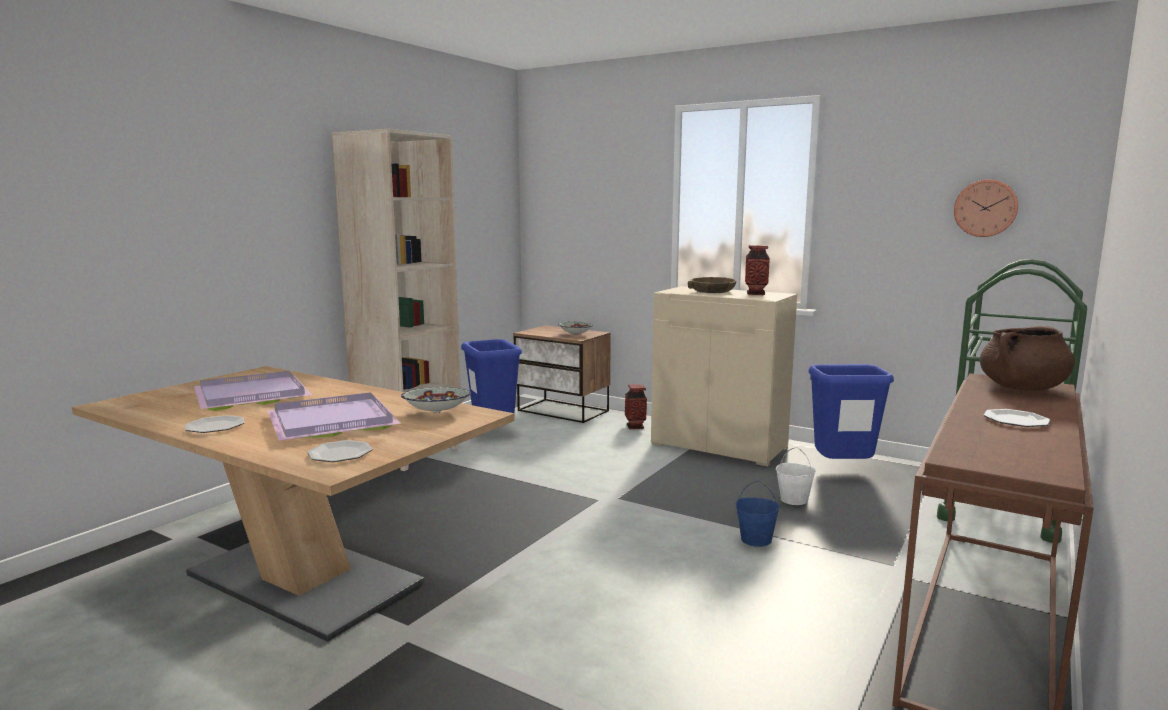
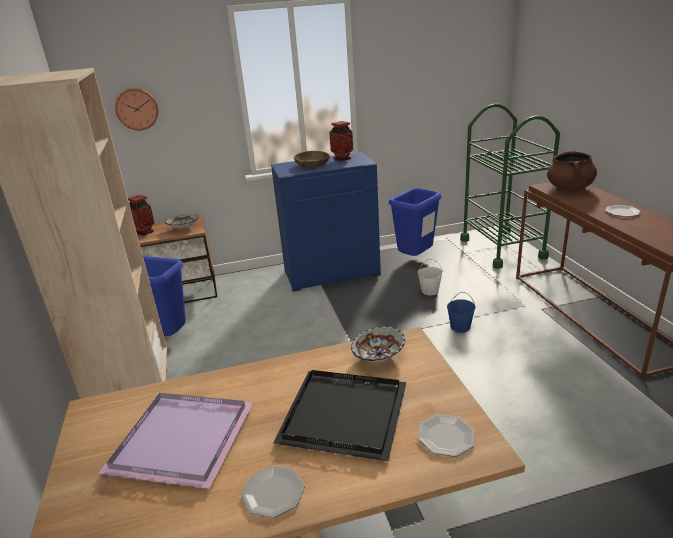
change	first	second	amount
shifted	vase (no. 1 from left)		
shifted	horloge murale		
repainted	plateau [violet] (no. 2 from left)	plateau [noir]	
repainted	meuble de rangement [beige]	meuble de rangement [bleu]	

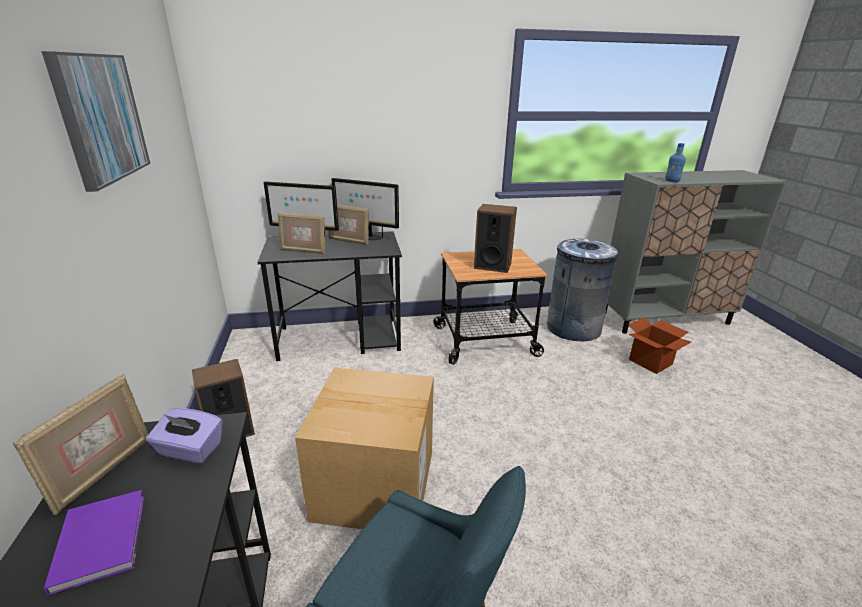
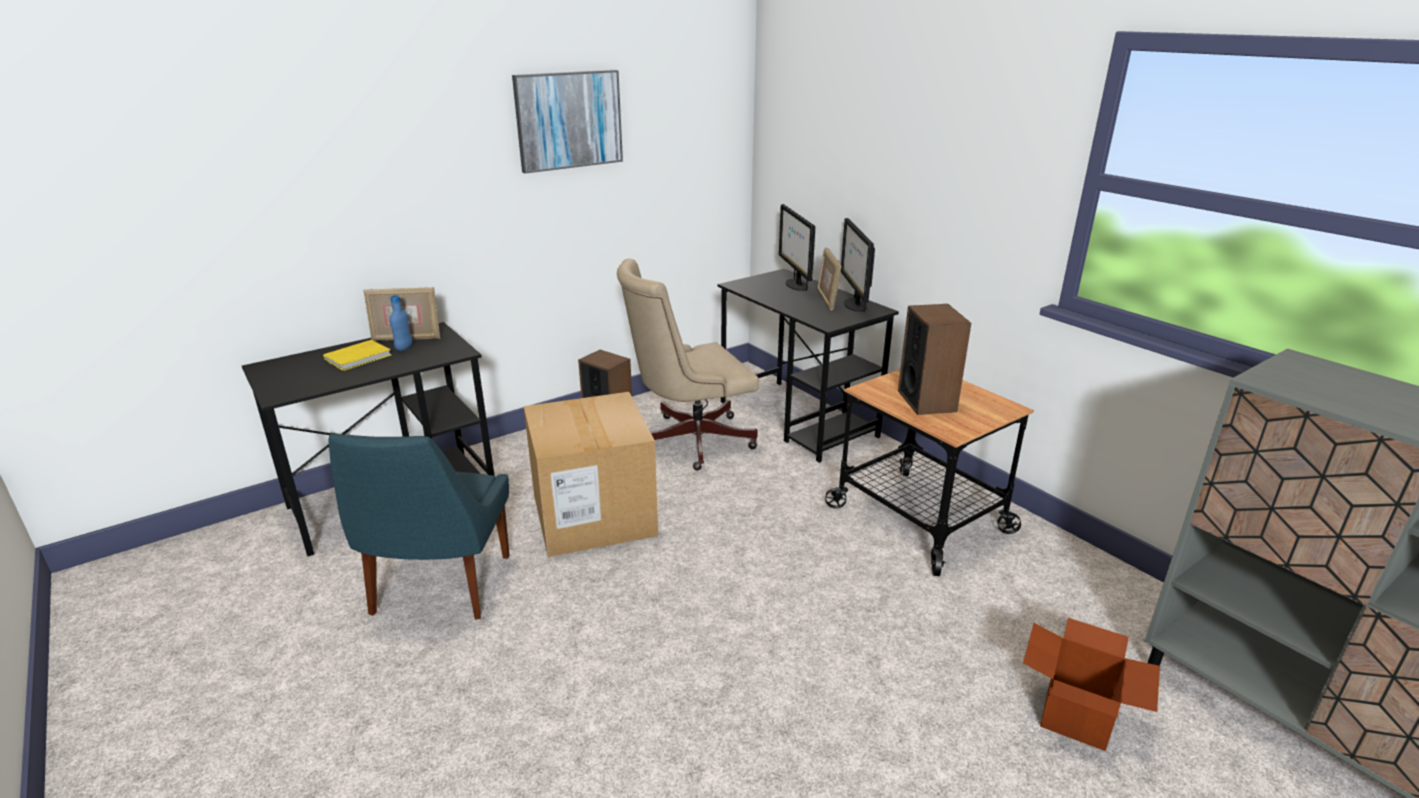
change	first	second	amount
gone	boîte à mouchoirs [violet]		
gone	cadre photo (no. 2 from left)		
gone	poubelle [gris]		
new		chaise de bureau [beige]	
shifted	bouteille [bleu]		
repainted	livre [violet]	livre [jaune]	

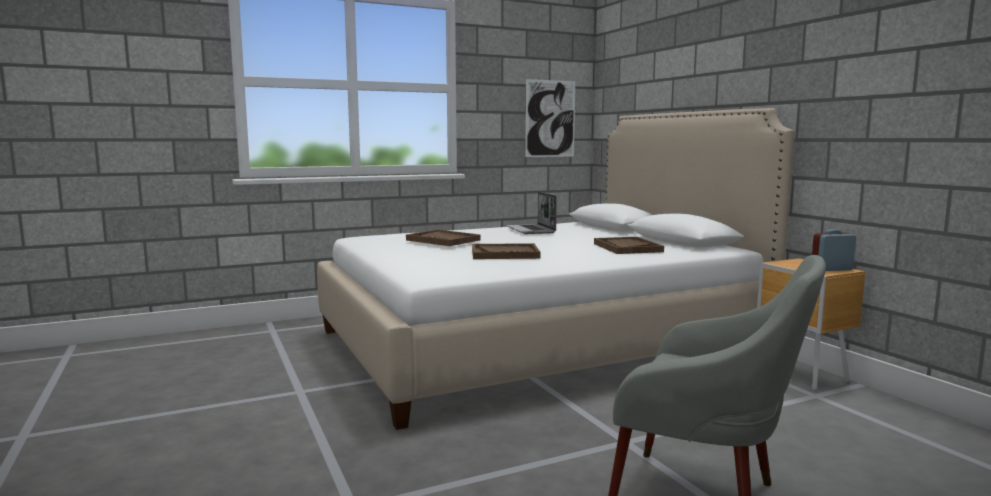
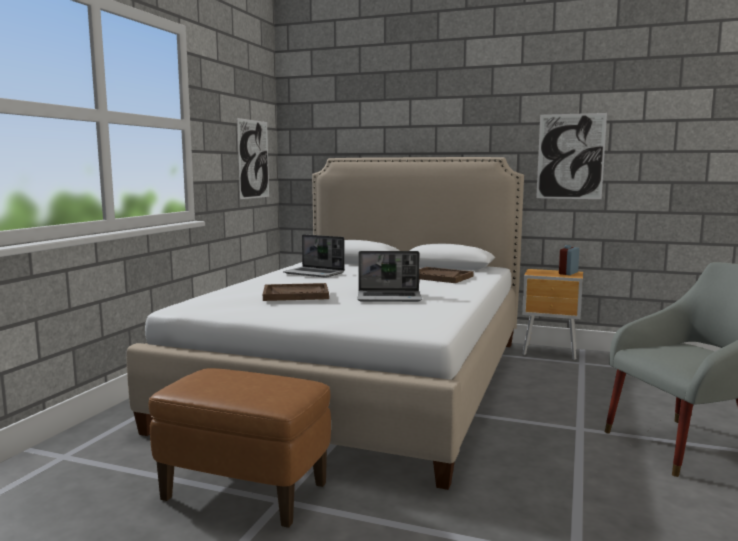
change	first	second	amount
new		pouf [marron]	
new		tableau (no. 2 from left)	
swapped	plateau [marron] (no. 2 from left)	ordinateur portable (no. 2 from left)	

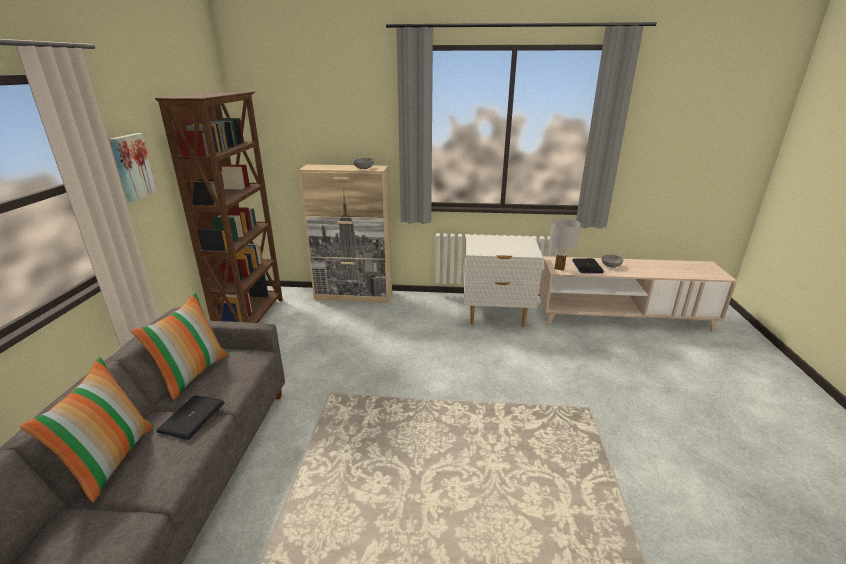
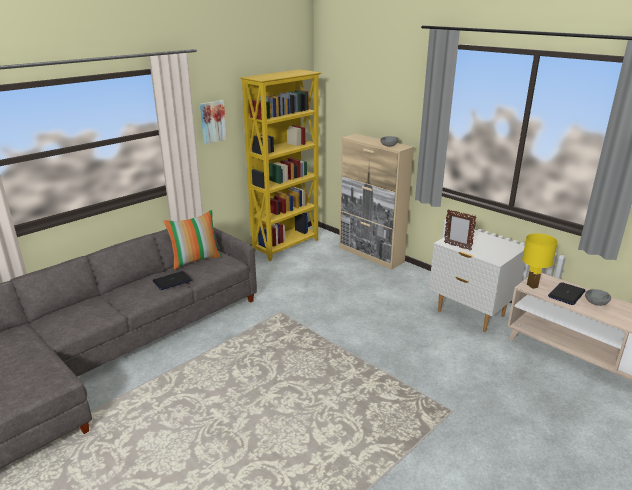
change	first	second	amount
gone	coussin (no. 1 from left)		
new		cadre photo	
repainted	bibliothèque [marron]	bibliothèque [jaune]	
repainted	lampe de table [blanc]	lampe de table [jaune]	

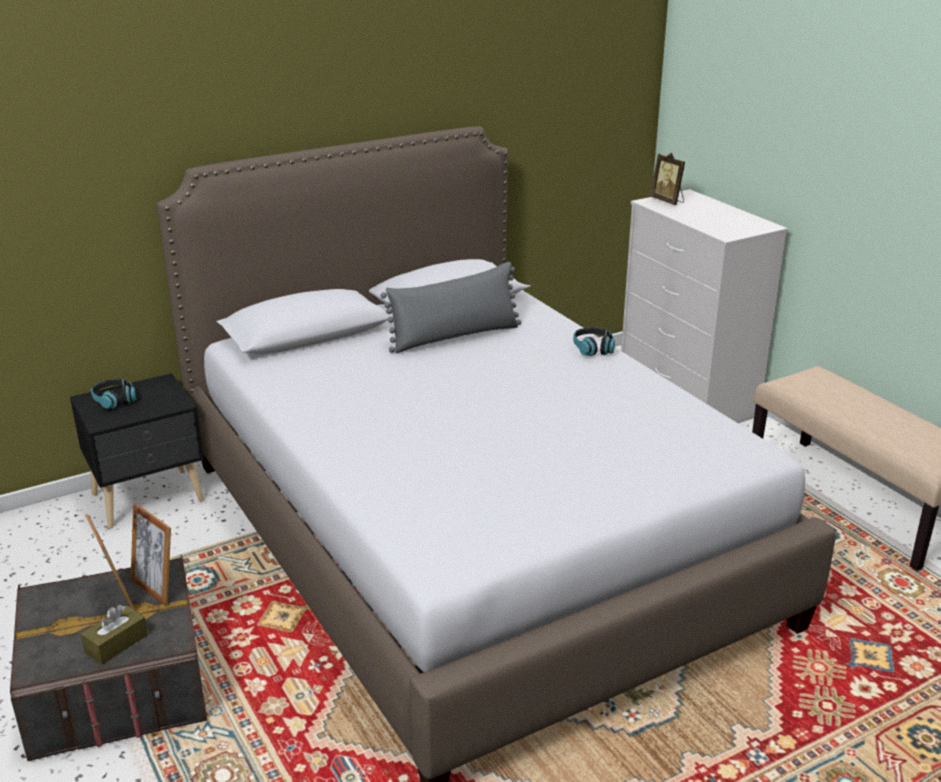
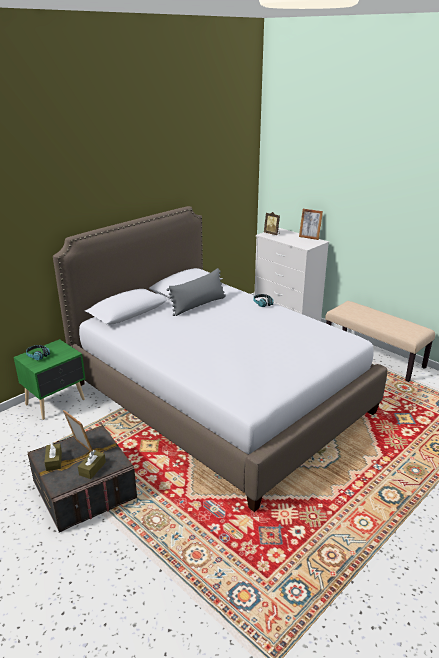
change	first	second	amount
new		boîte à mouchoirs [marron] (no. 1 from left)	
shifted	cadre photo (no. 2 from left in the first image)	cadre photo (no. 3 from left)	
repainted	table de chevet [noir]	table de chevet [vert]	

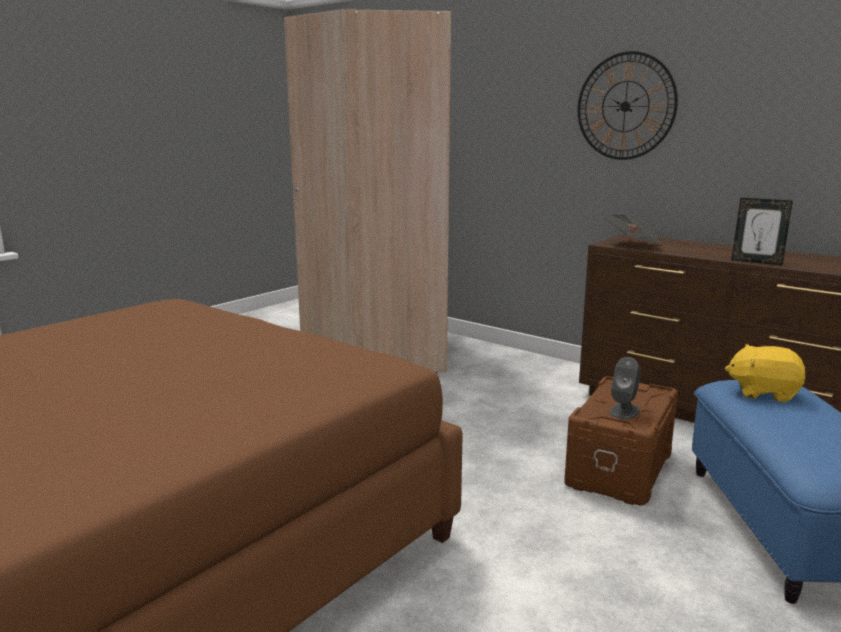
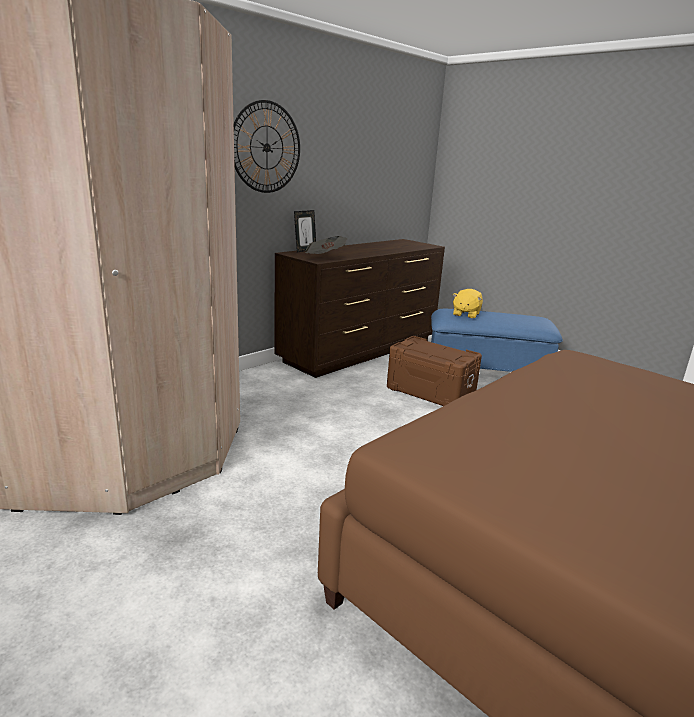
change	first	second	amount
gone	enceinte [gris]		
shifted	cadre photo		

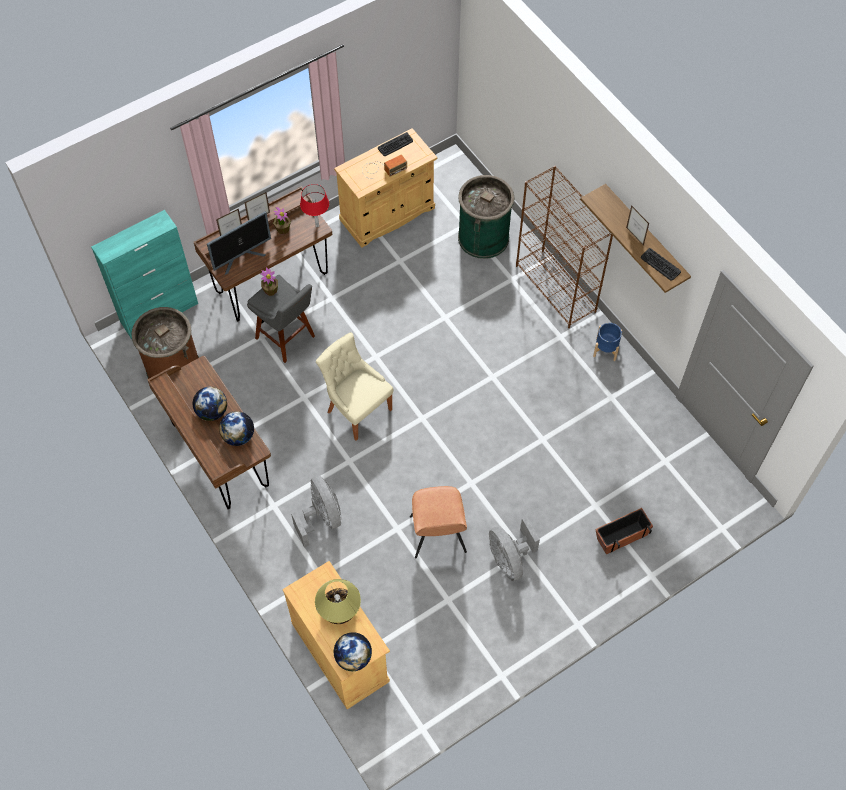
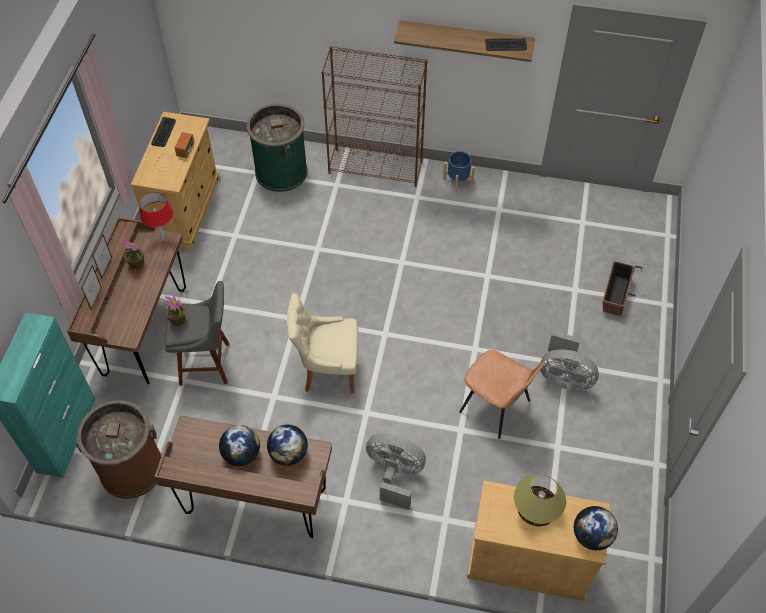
change	first	second	amount
gone	écran d'ordinateur		
gone	cadre photo (no. 3 from left)		

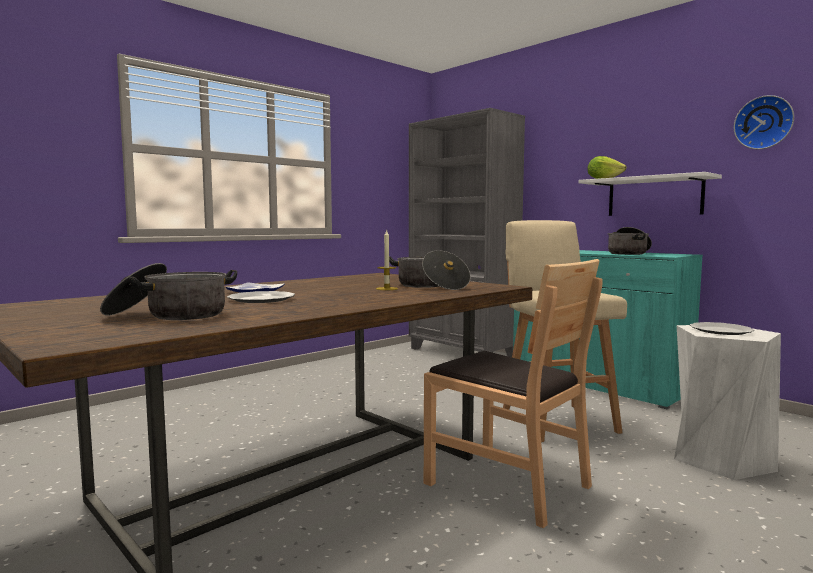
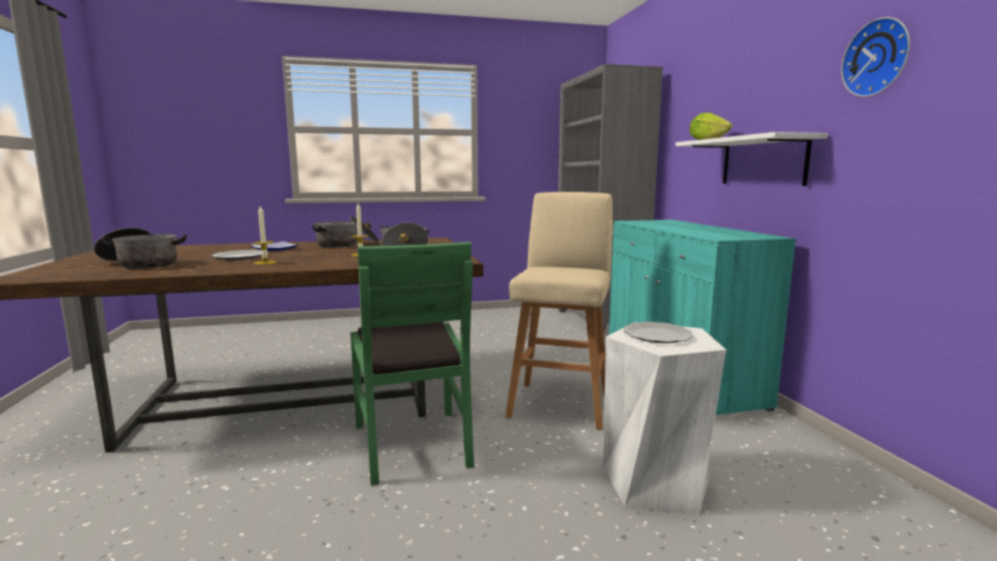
change	first	second	amount
new		bougie (no. 1 from left)	
shifted	marmite (no. 3 from left in the first image)	marmite (no. 2 from left)	
repainted	chaise [marron]	chaise [vert]	

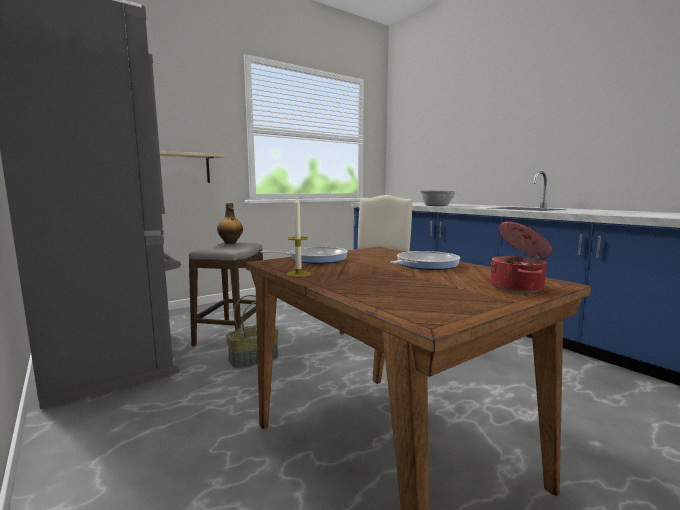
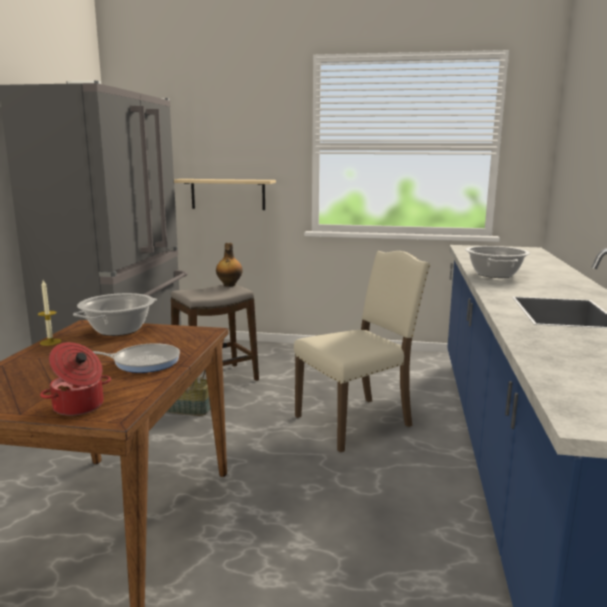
change	first	second	amount
swapped	poêle (no. 1 from left)	marmite (no. 2 from left)	

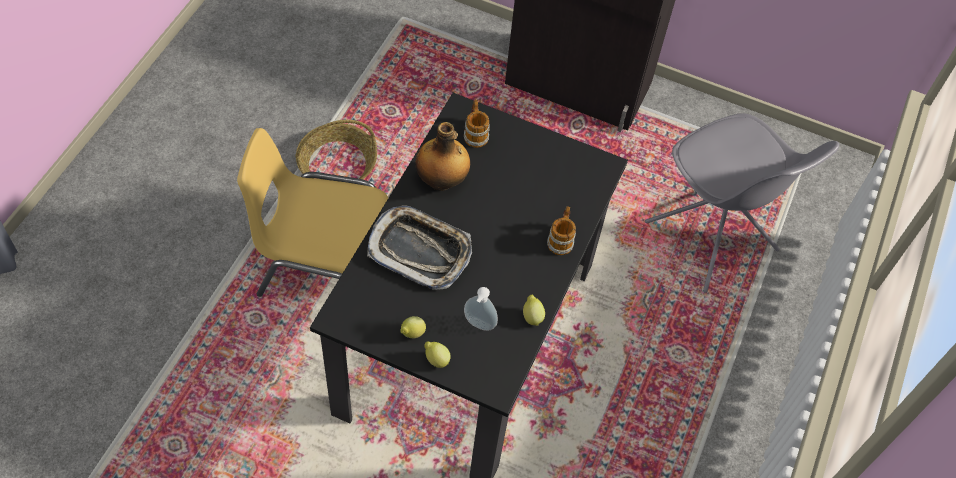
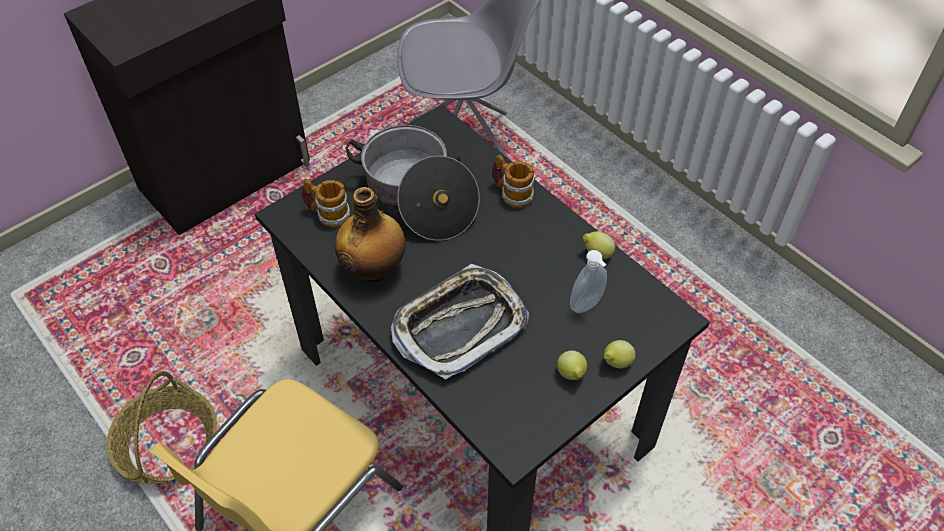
change	first	second	amount
new		marmite	

